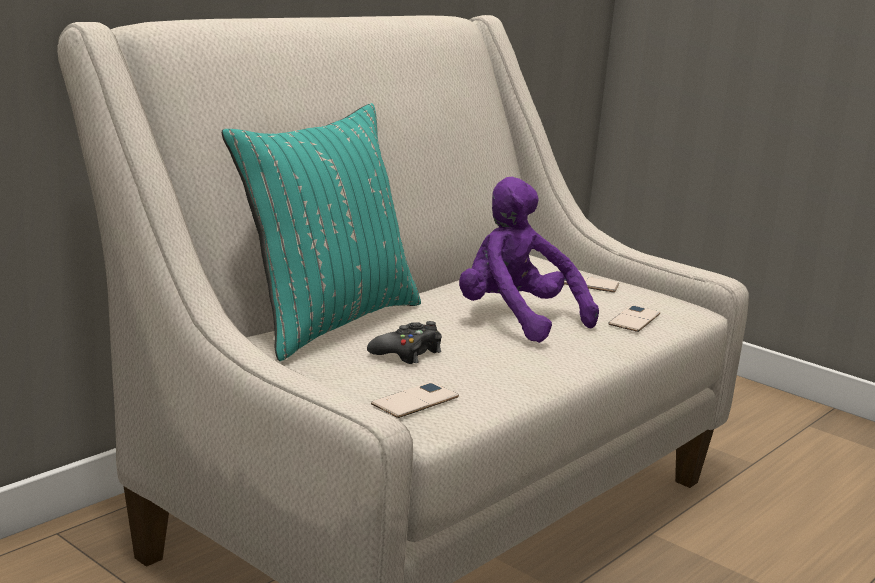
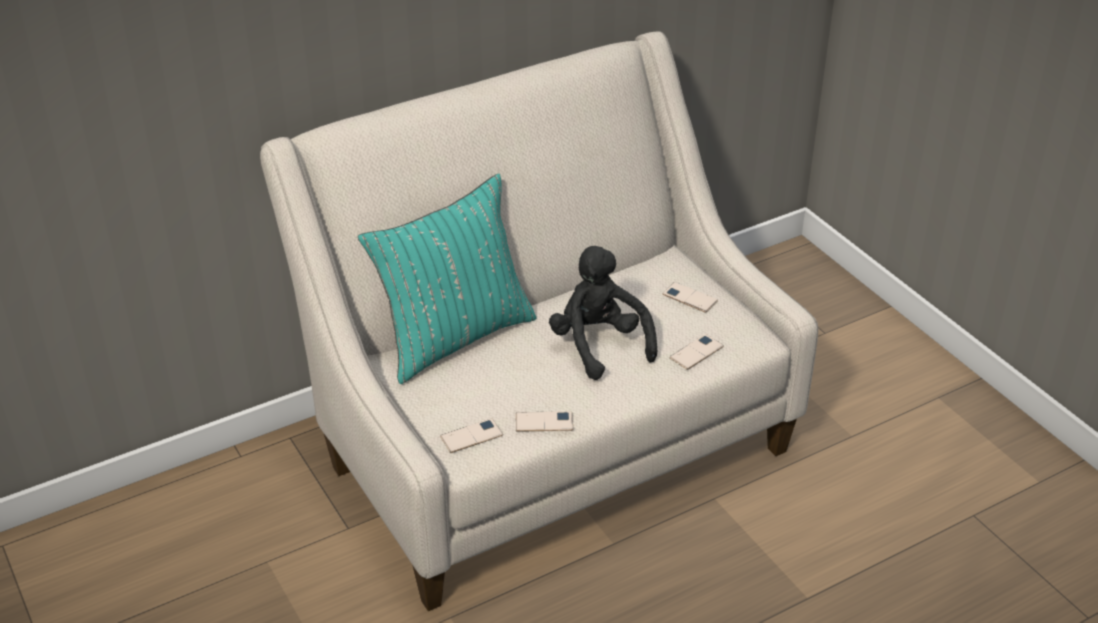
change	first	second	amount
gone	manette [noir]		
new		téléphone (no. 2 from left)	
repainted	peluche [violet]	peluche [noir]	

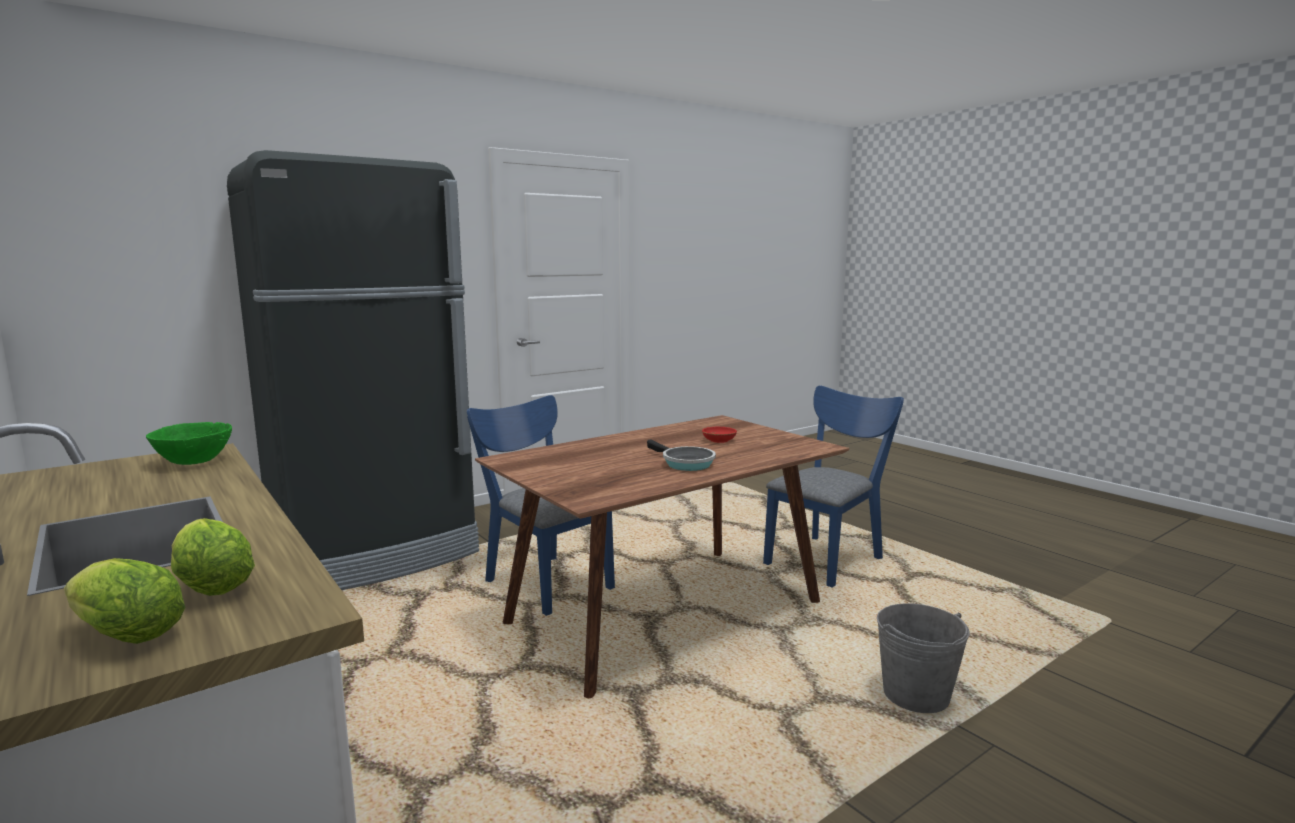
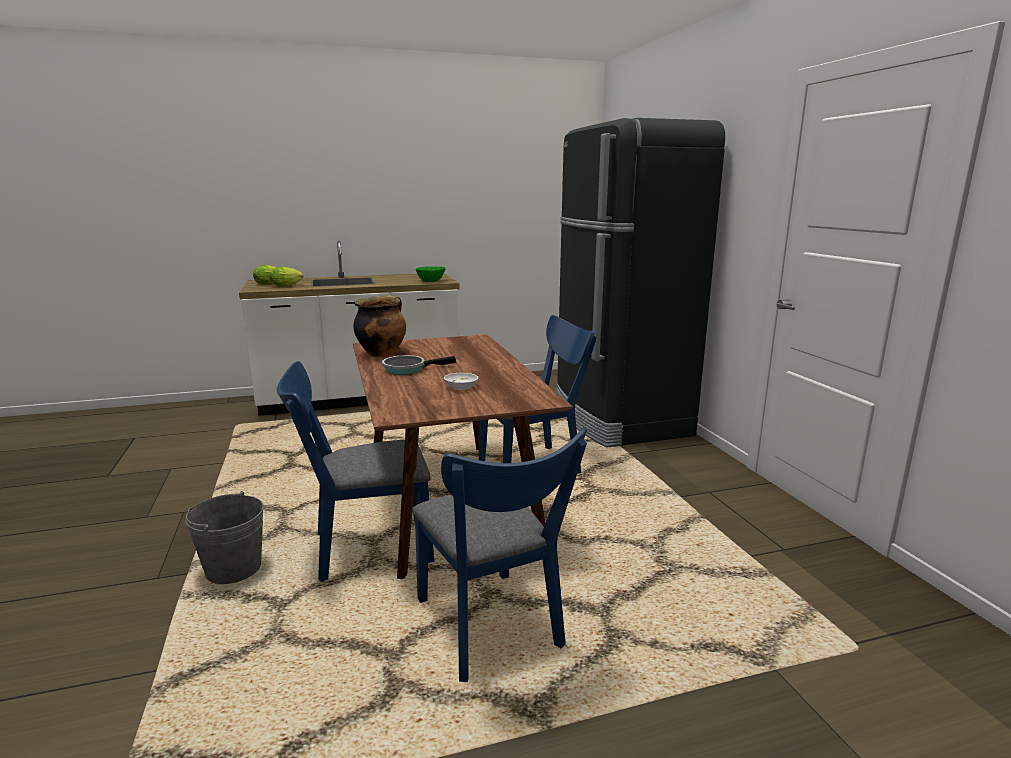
change	first	second	amount
new		chaise [bleu] (no. 1 from left)	
new		marmite	
repainted	bol [rouge]	bol [blanc]	

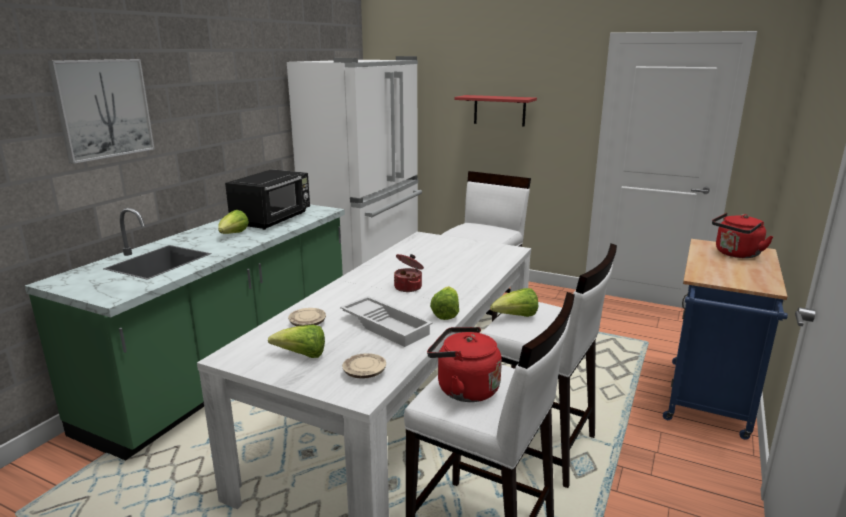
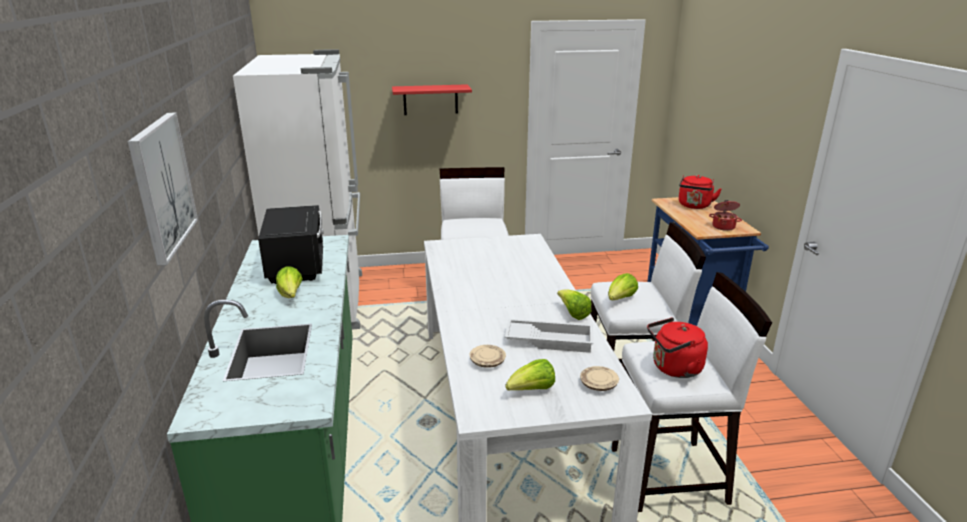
change	first	second	amount
shifted	marmite		

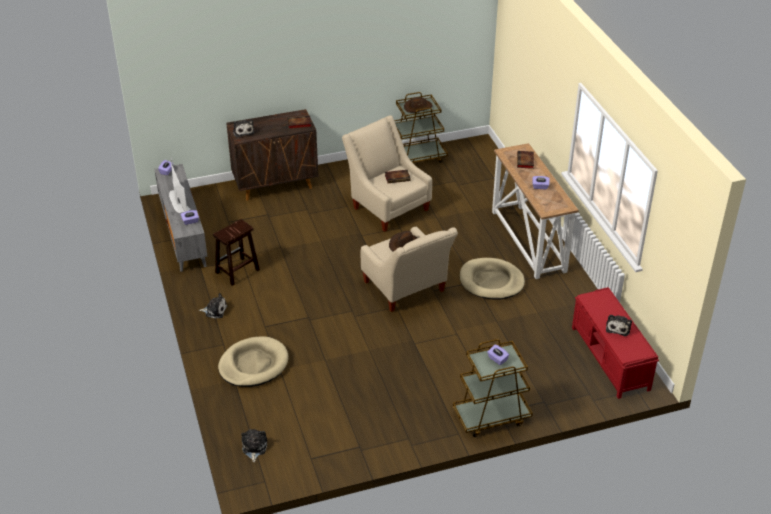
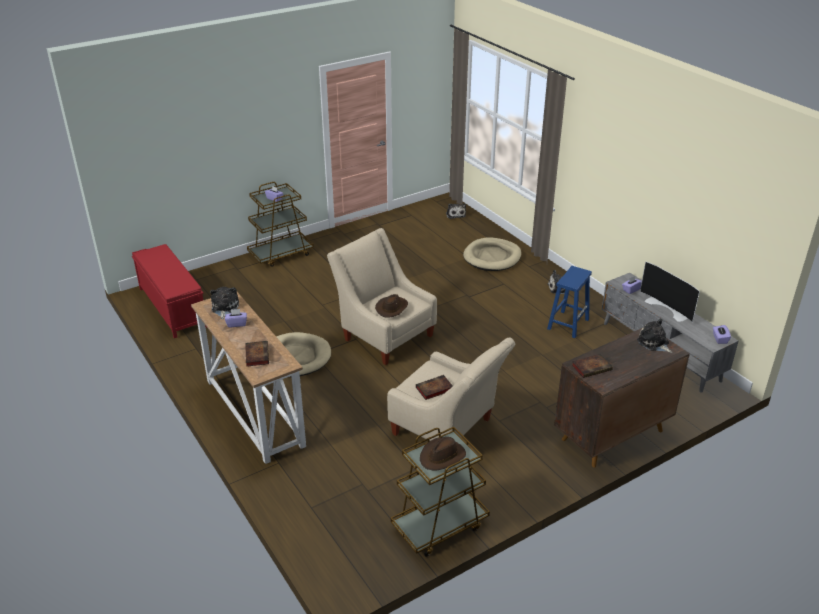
change	first	second	amount
shifted	peluche (no. 4 from left in the first image)	peluche (no. 1 from left)	
repainted	tabouret [marron]	tabouret [bleu]	

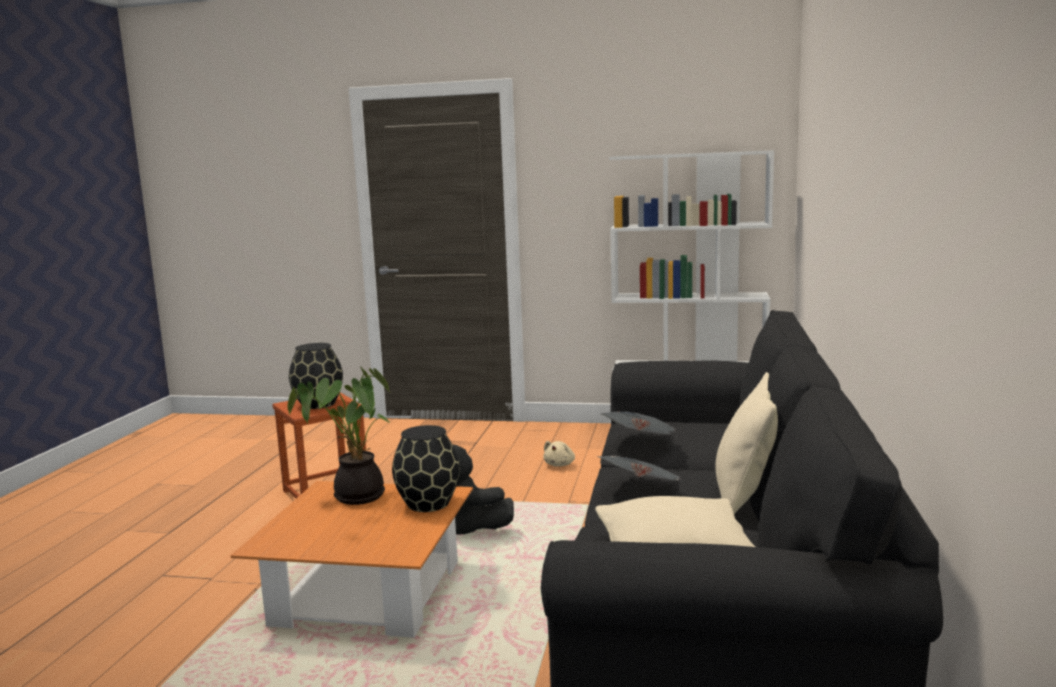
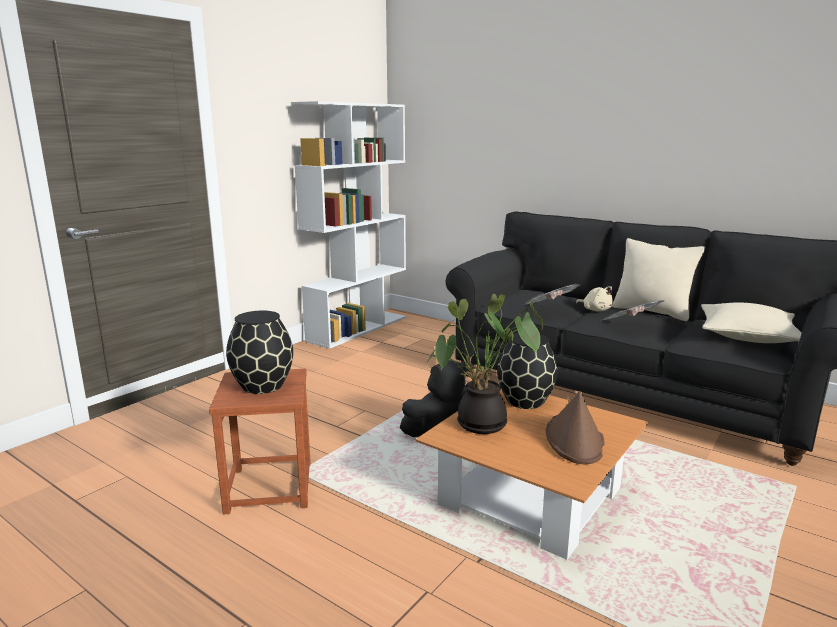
change	first	second	amount
new		chapeau [marron]	
shifted	peluche [beige]		

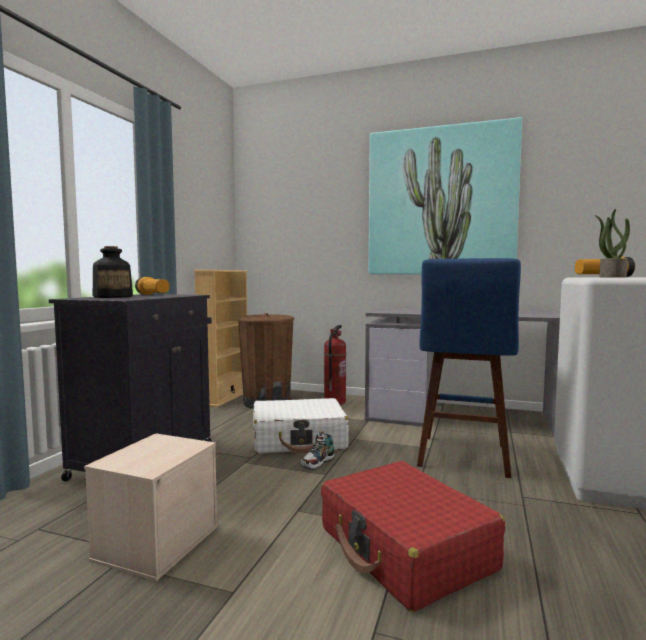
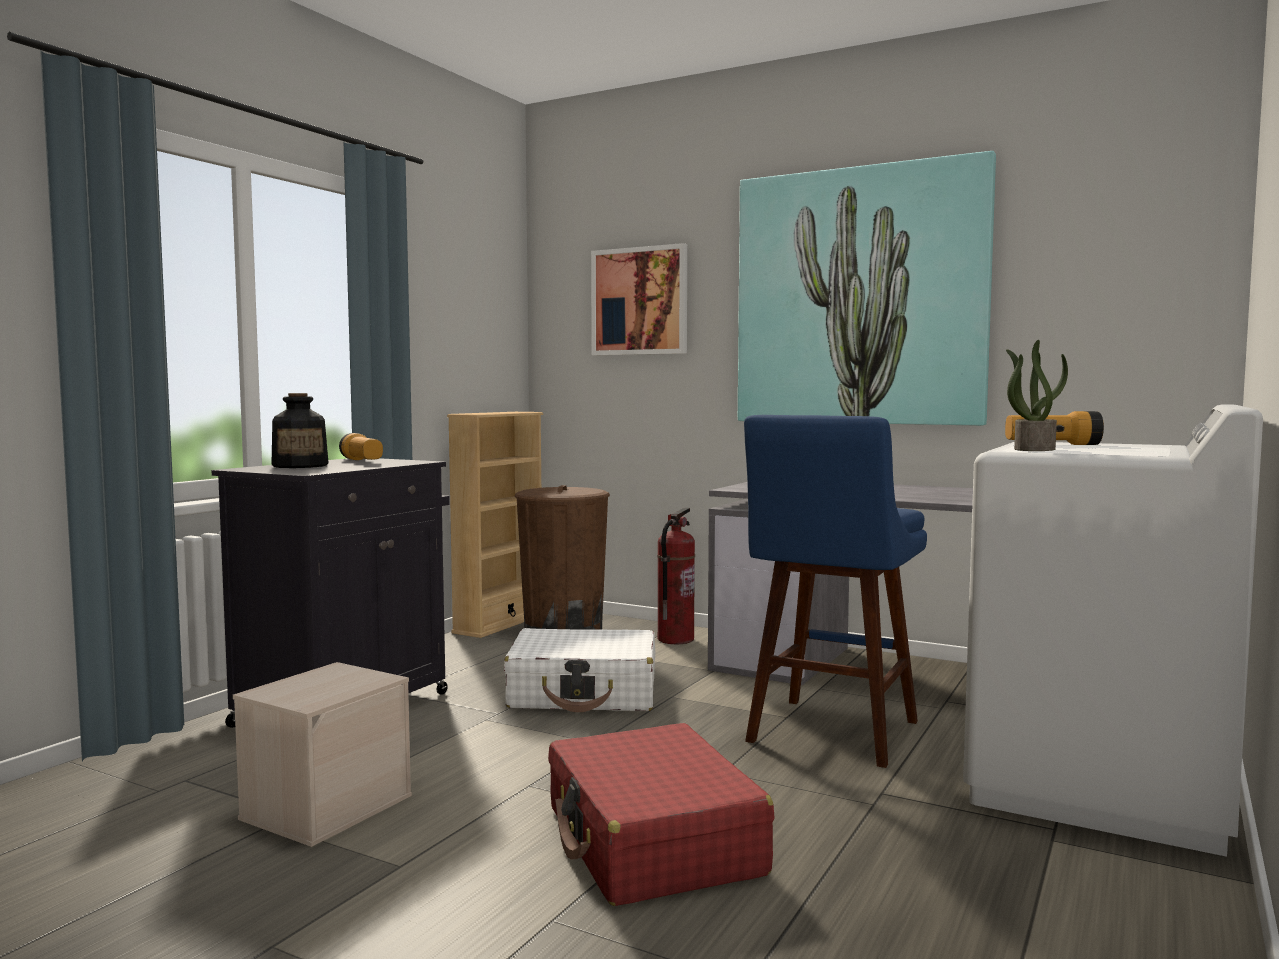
change	first	second	amount
gone	chaussure		
new		tableau (no. 1 from left)	

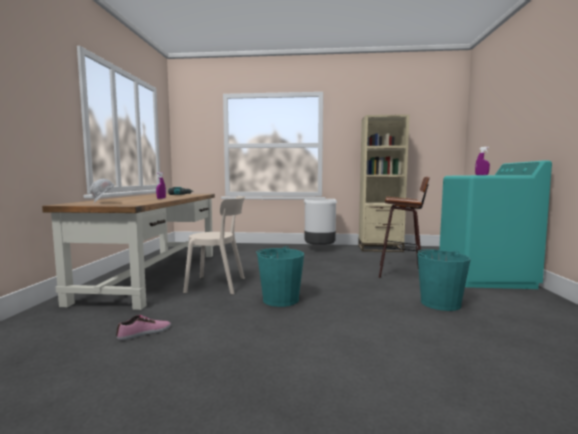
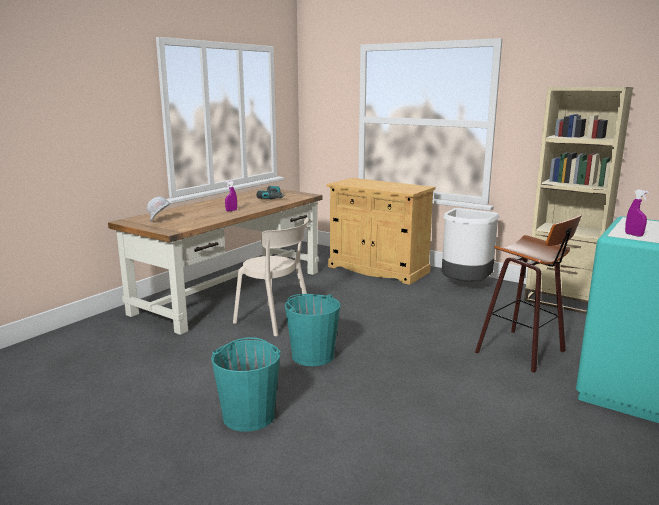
change	first	second	amount
gone	chaussure		
new		meuble de rangement [beige]	
shifted	seau [turquoise] (no. 2 from left in the first image)	seau [turquoise] (no. 1 from left)	

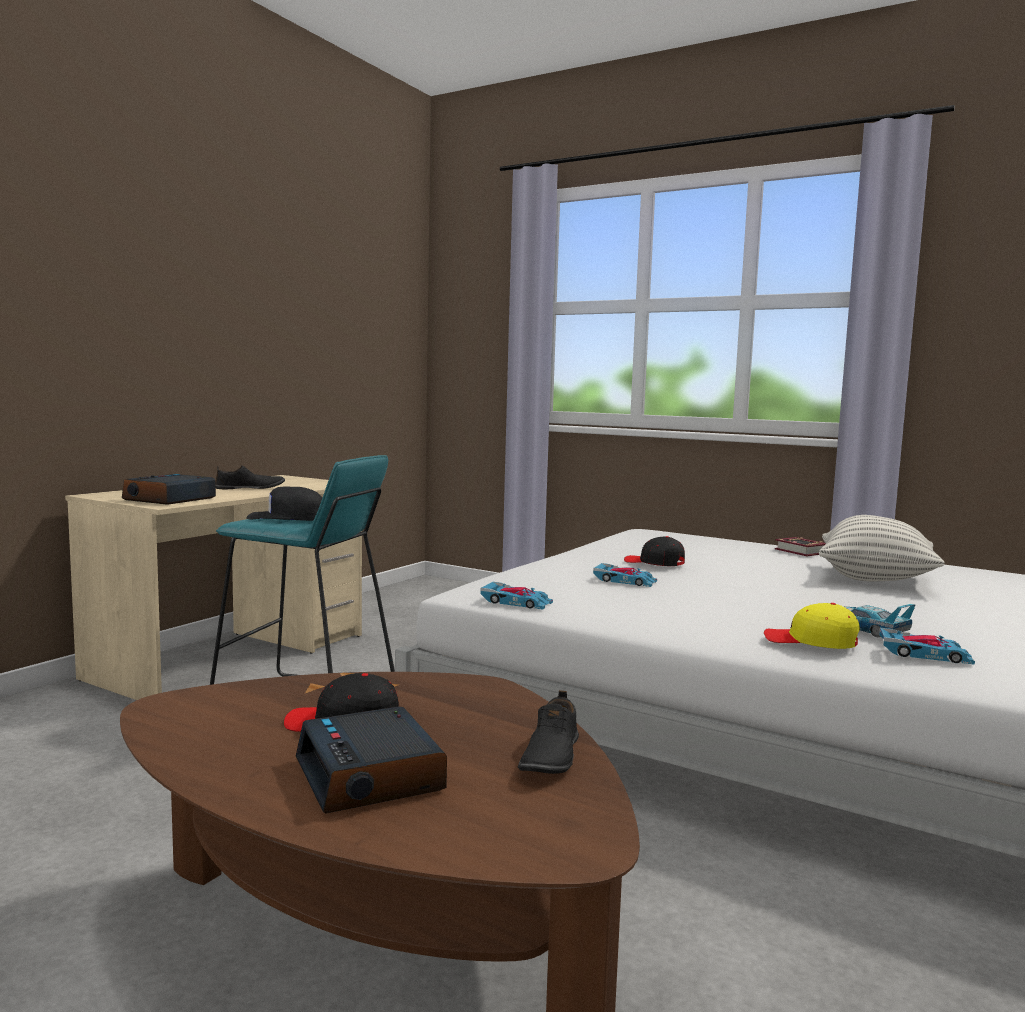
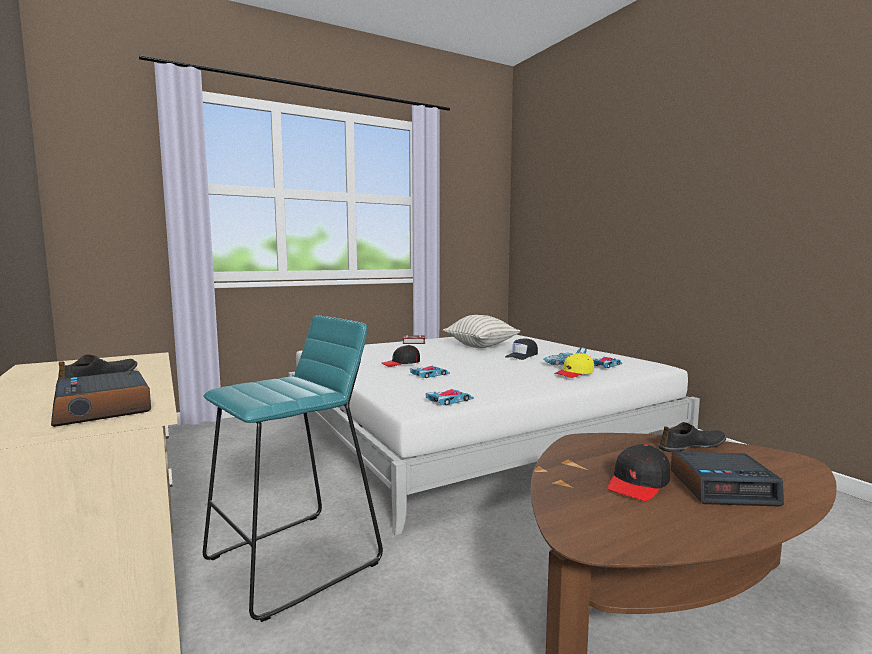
change	first	second	amount
shifted	casquette [noir] (no. 1 from left in the first image)	casquette [noir] (no. 2 from left)	
rotated	chaussure [noir] (no. 2 from left)		60 degrees counterclockwise

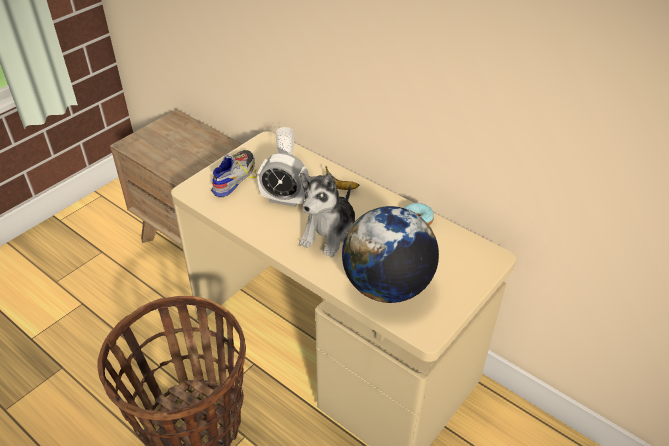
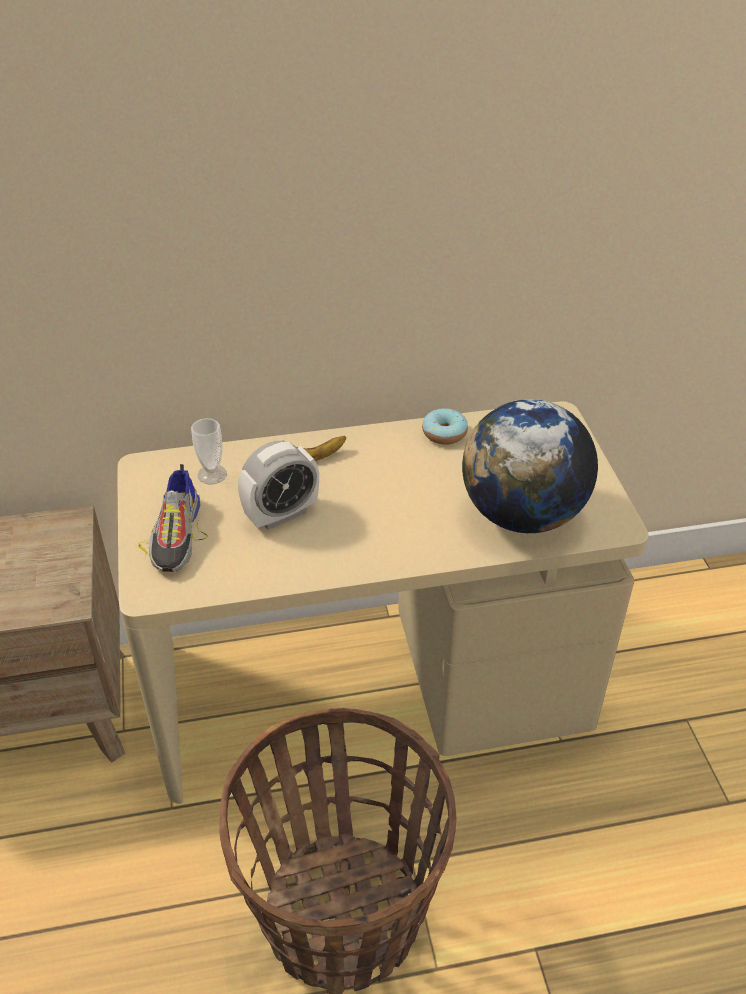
change	first	second	amount
gone	peluche		
rotated	chaussure		150 degrees counterclockwise

